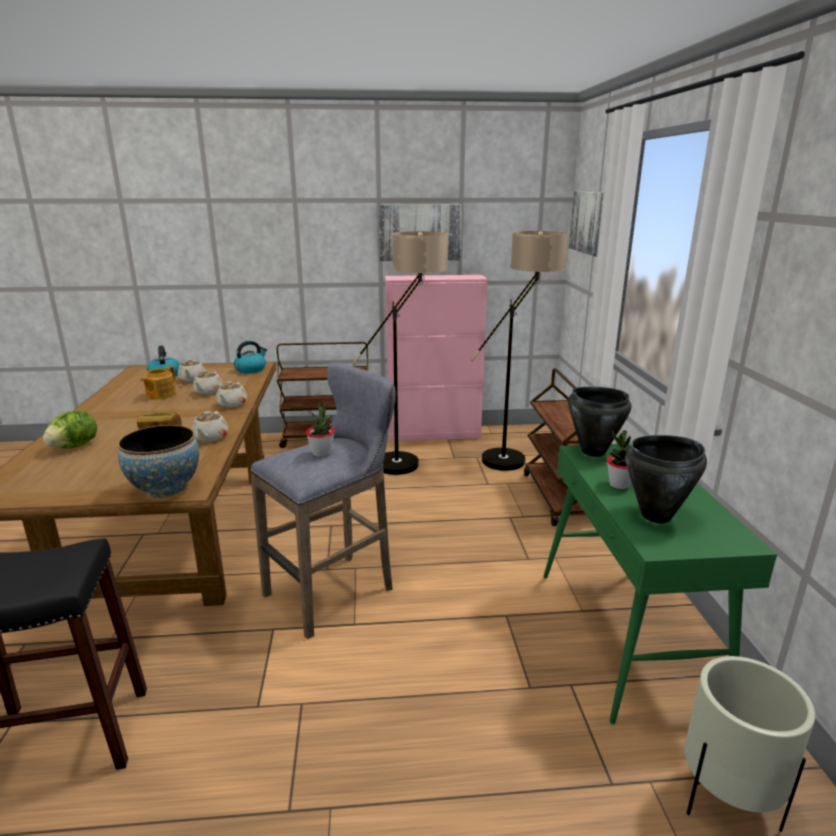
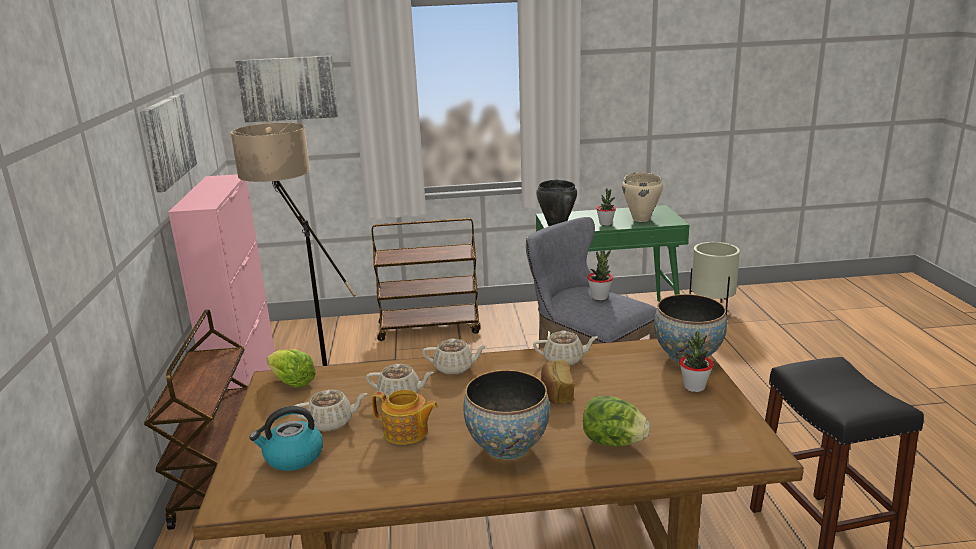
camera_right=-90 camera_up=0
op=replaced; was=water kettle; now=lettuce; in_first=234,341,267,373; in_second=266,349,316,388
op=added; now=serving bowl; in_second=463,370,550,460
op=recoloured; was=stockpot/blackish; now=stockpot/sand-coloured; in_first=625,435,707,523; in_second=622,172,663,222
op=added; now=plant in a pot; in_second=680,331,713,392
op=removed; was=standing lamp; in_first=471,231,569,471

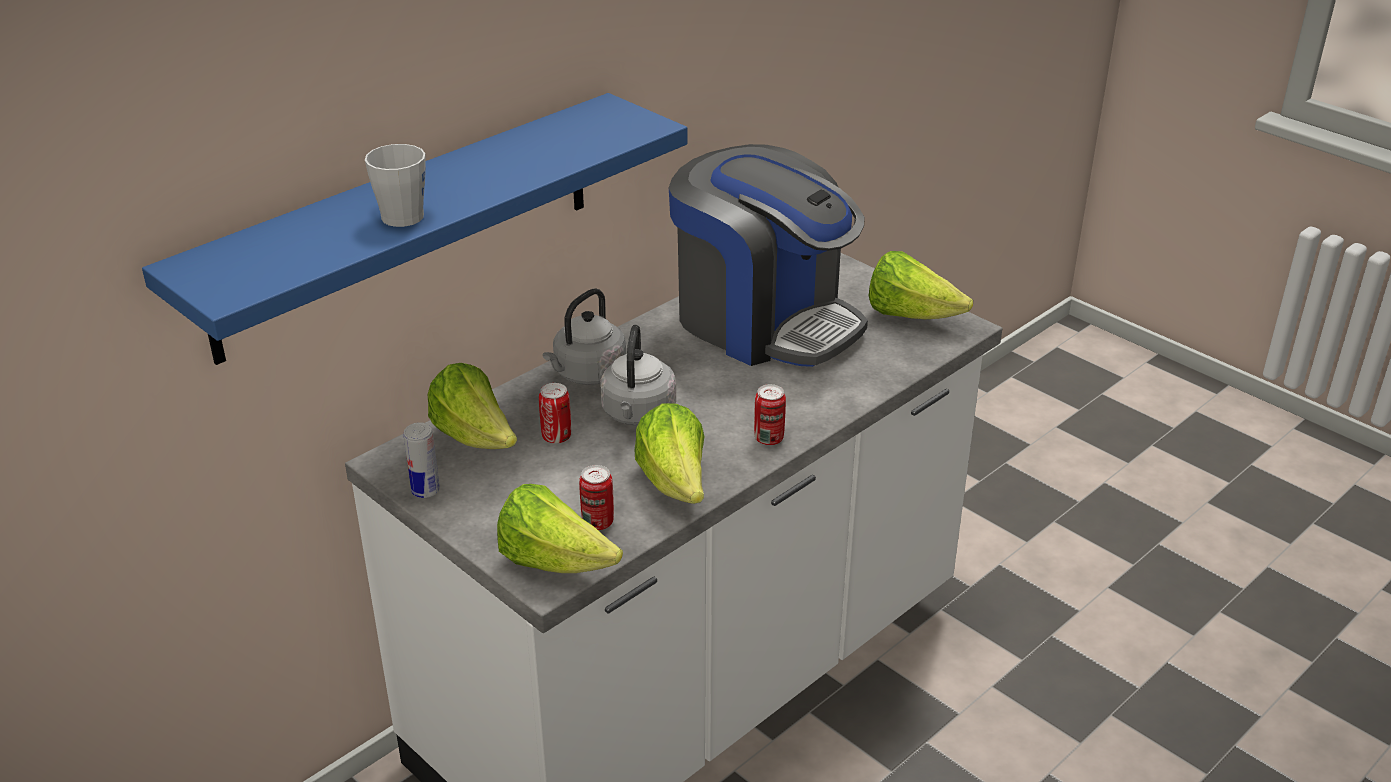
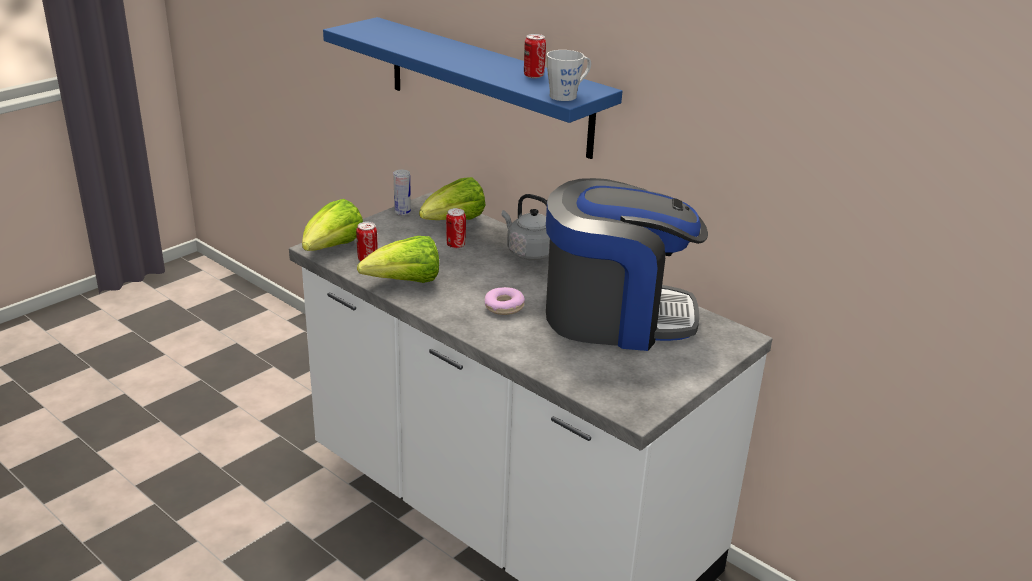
camera_right=85 camera_up=-5
op=added; now=doughnut; in_second=485,287,525,315
op=moved; was=sealed can; in_first=754,384,786,445; in_second=524,34,546,78
op=moved; was=coffee mug/grey; in_first=365,144,426,227; in_second=546,50,591,101
op=turned; was=coffee brewer; in_first=669,144,868,367; in_second=546,178,708,351; clockwise=-120
op=removed; was=water kettle/grey; in_first=600,325,676,426
op=removed; was=lettuce; in_first=869,251,973,319

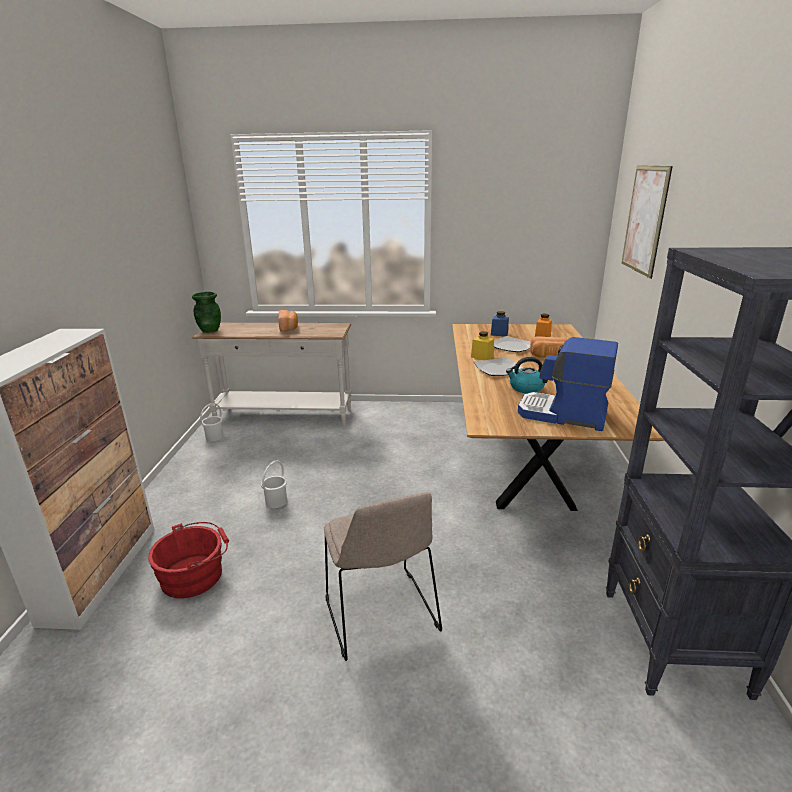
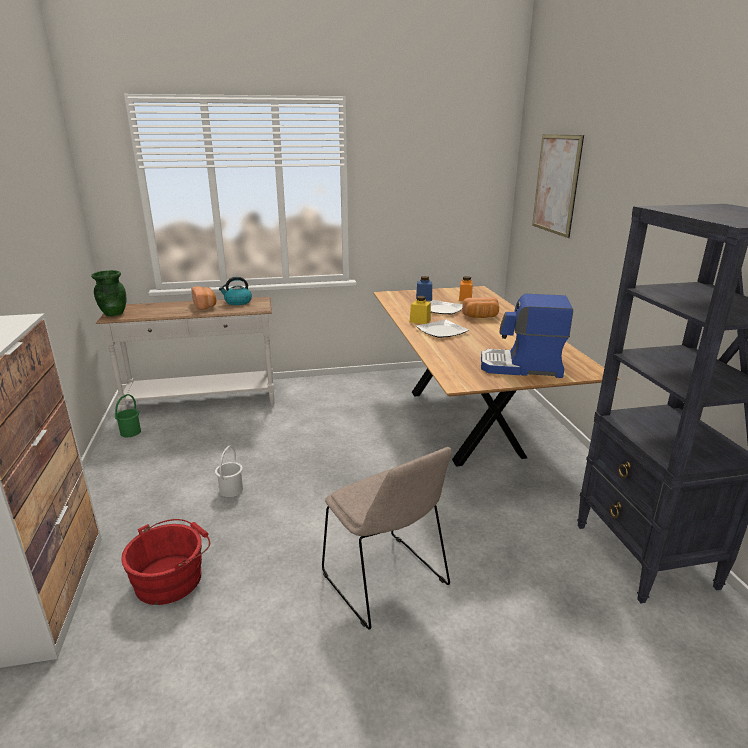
camera_right=-15 camera_up=0
op=recoloured; was=water bucket/white-coloured; now=water bucket/green; in_first=200,403,224,441; in_second=115,394,141,437
op=moved; was=water kettle; in_first=506,357,545,393; in_second=219,277,252,305

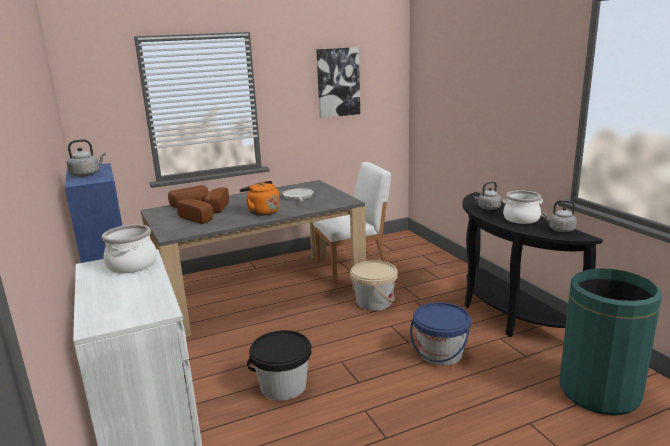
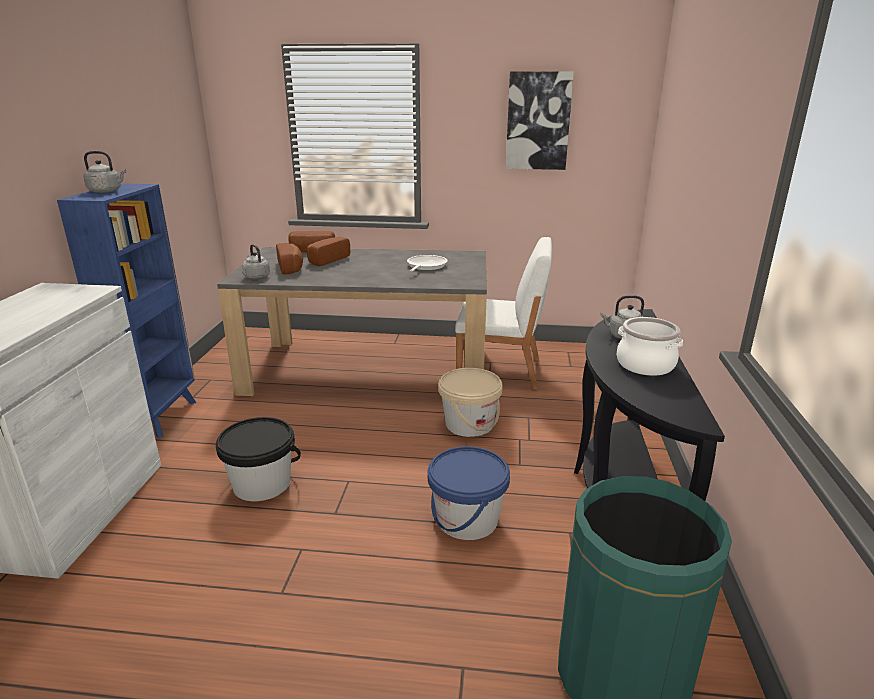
camera_right=30 camera_up=5
op=moved; was=water kettle/grey; in_first=543,200,577,232; in_second=242,244,270,279
op=removed; was=stockpot; in_first=102,224,157,273
op=removed; was=water kettle/orangey; in_first=240,181,280,216

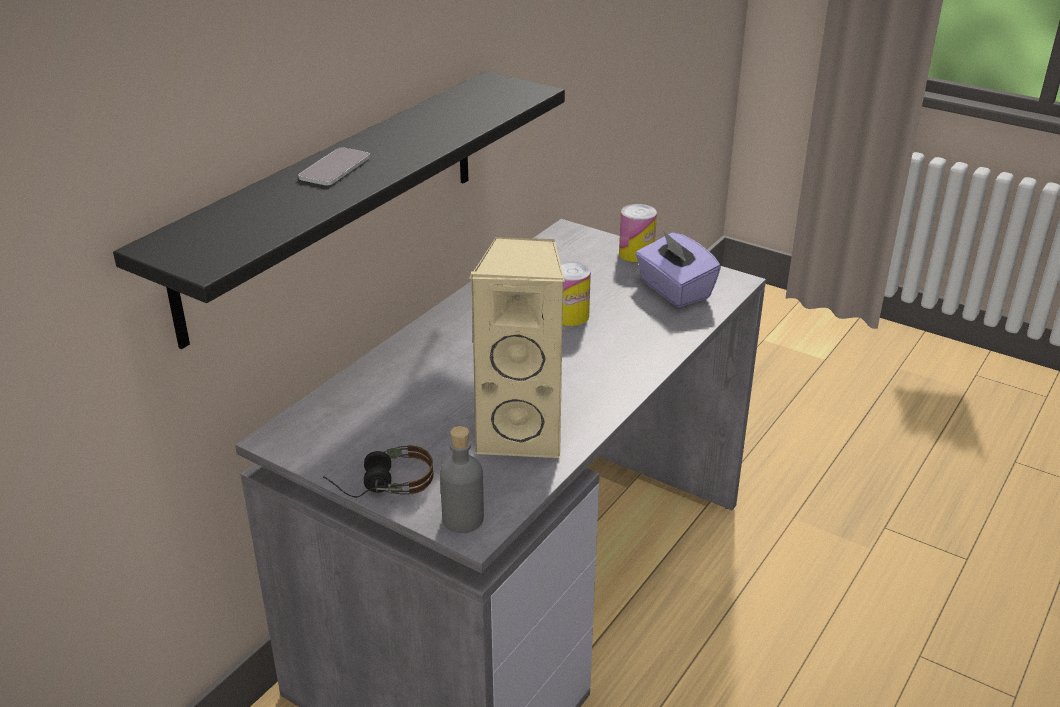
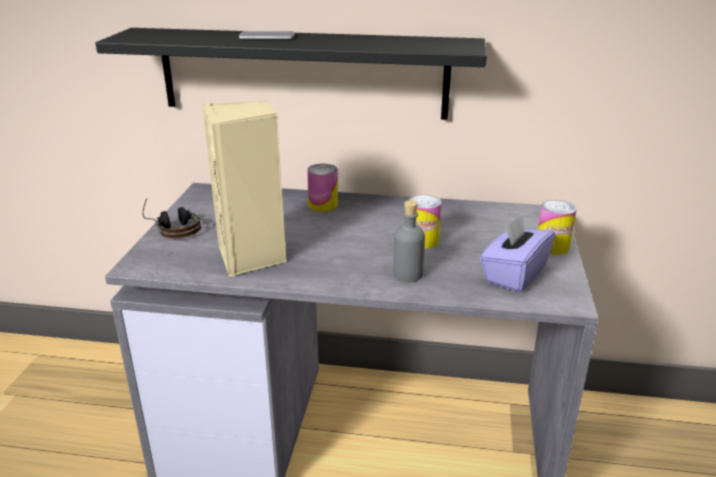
camera_right=65 camera_up=-5
op=added; now=sealed can; in_second=307,164,338,212
op=moved; was=bottle/grey; in_first=440,426,484,533; in_second=393,200,425,282

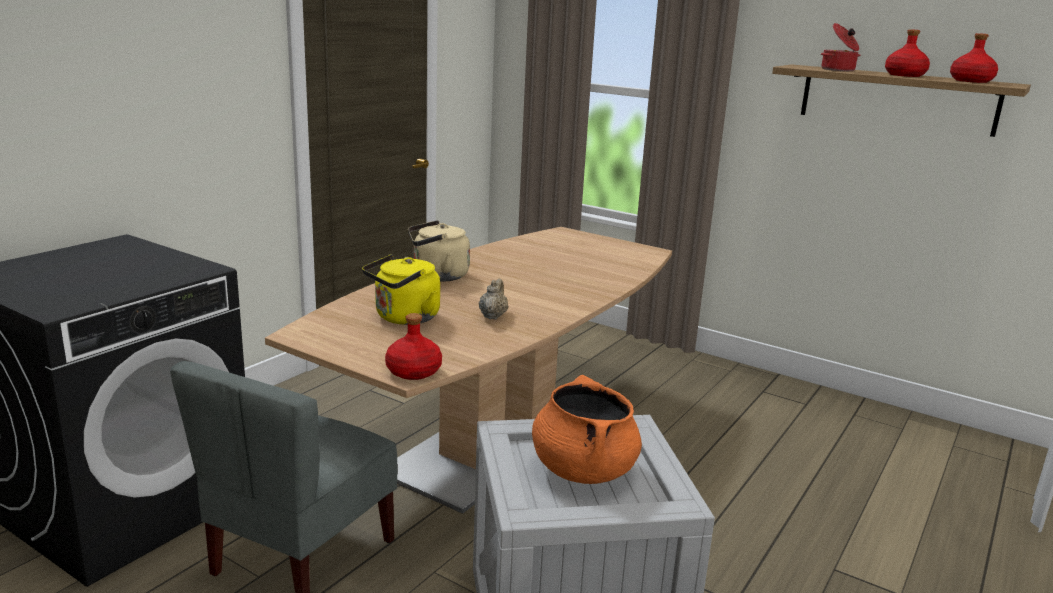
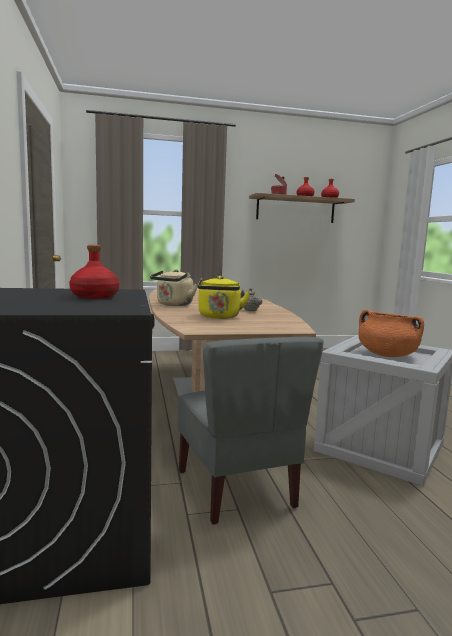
camera_right=-45 camera_up=-10
op=moved; was=bottle/reddish; in_first=385,313,442,380; in_second=69,245,119,299

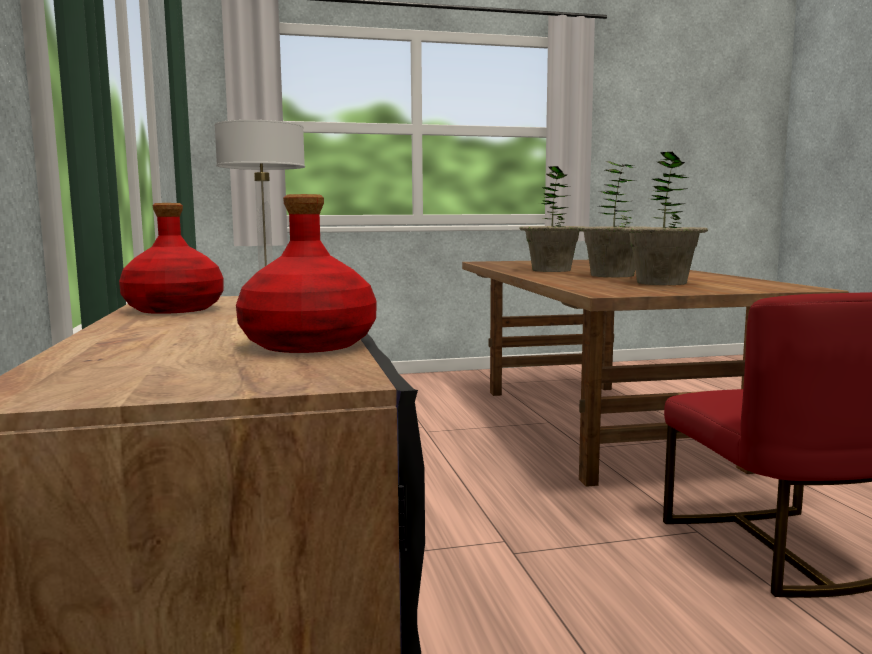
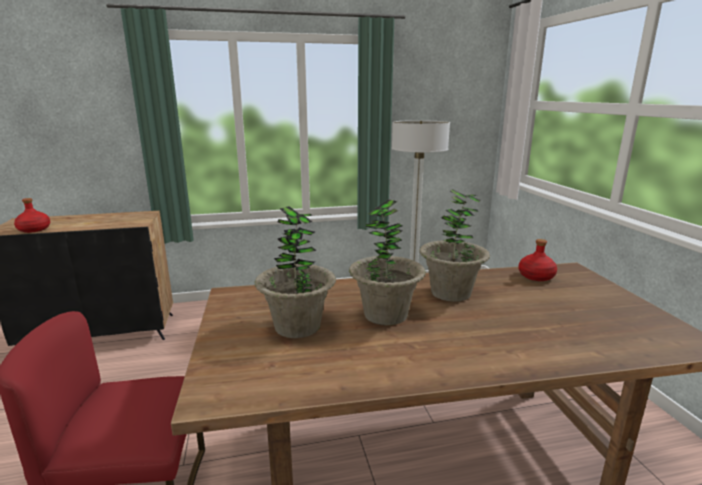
camera_right=90 camera_up=10
op=moved; was=bottle/reddish; in_first=119,203,224,314; in_second=518,239,557,281

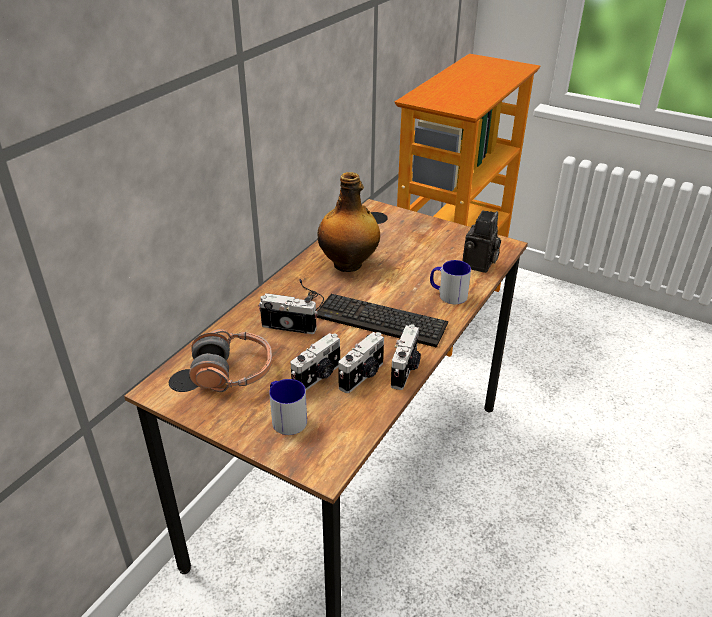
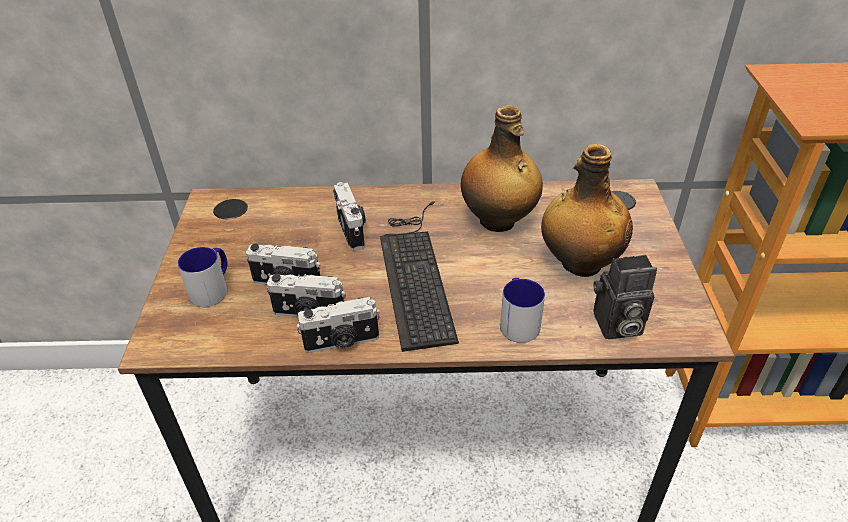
camera_right=60 camera_up=5
op=added; now=bottle; in_second=541,144,633,277
op=removed; was=headphones; in_first=189,329,272,392

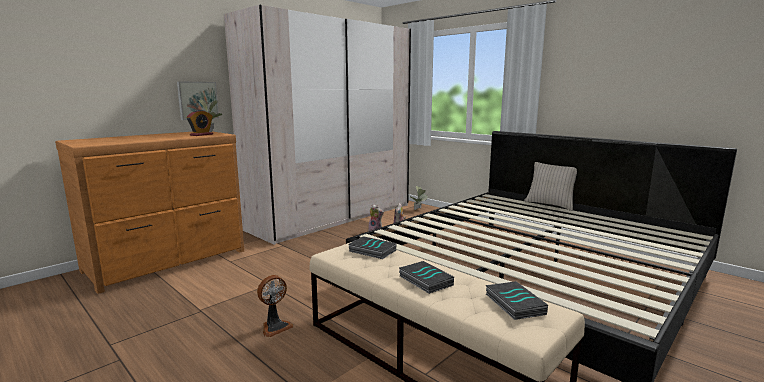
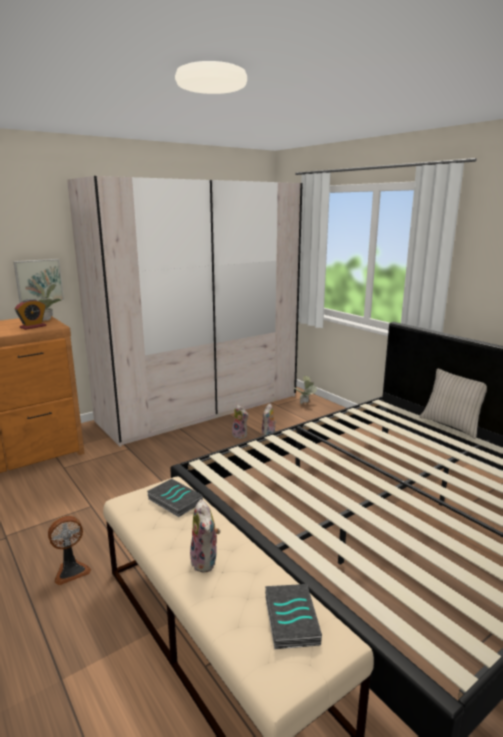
camera_right=10 camera_up=5
op=replaced; was=volume; now=cuddly toy; in_first=399,261,454,294; in_second=190,499,220,573

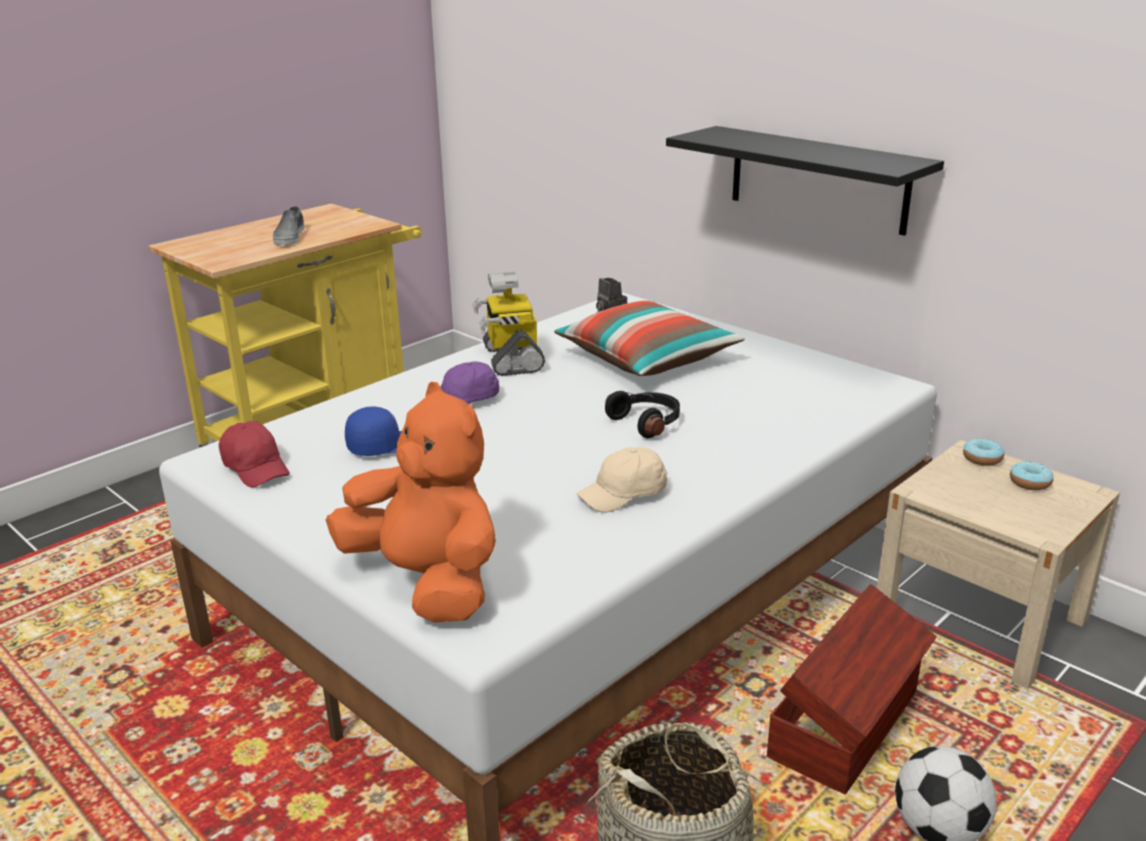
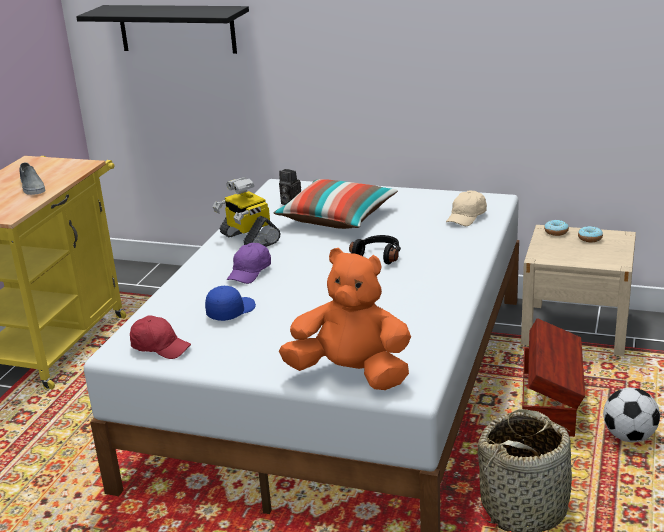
camera_right=-25 camera_up=0
op=moved; was=wall shelf/blackish; in_first=666,126,944,236; in_second=76,5,249,54
op=moved; was=cap/sand-coloured; in_first=576,447,667,513; in_second=446,191,487,226

